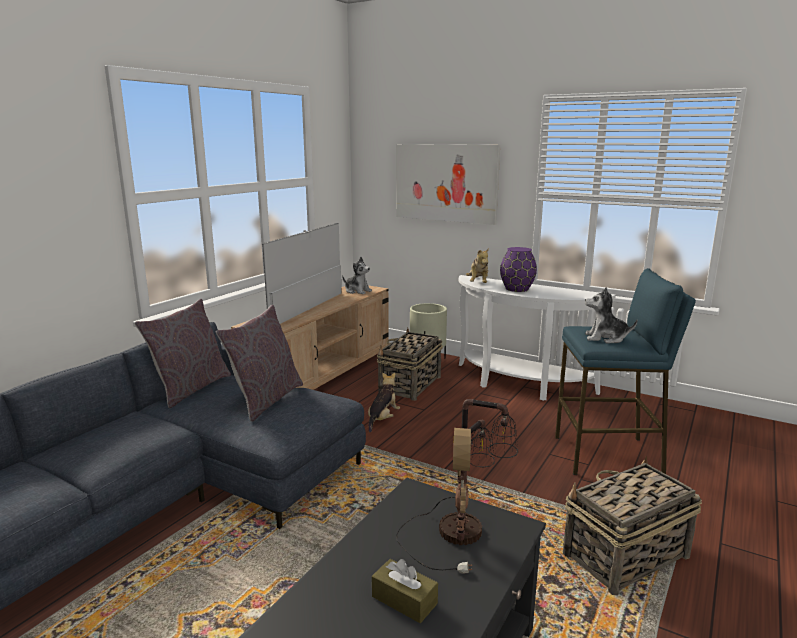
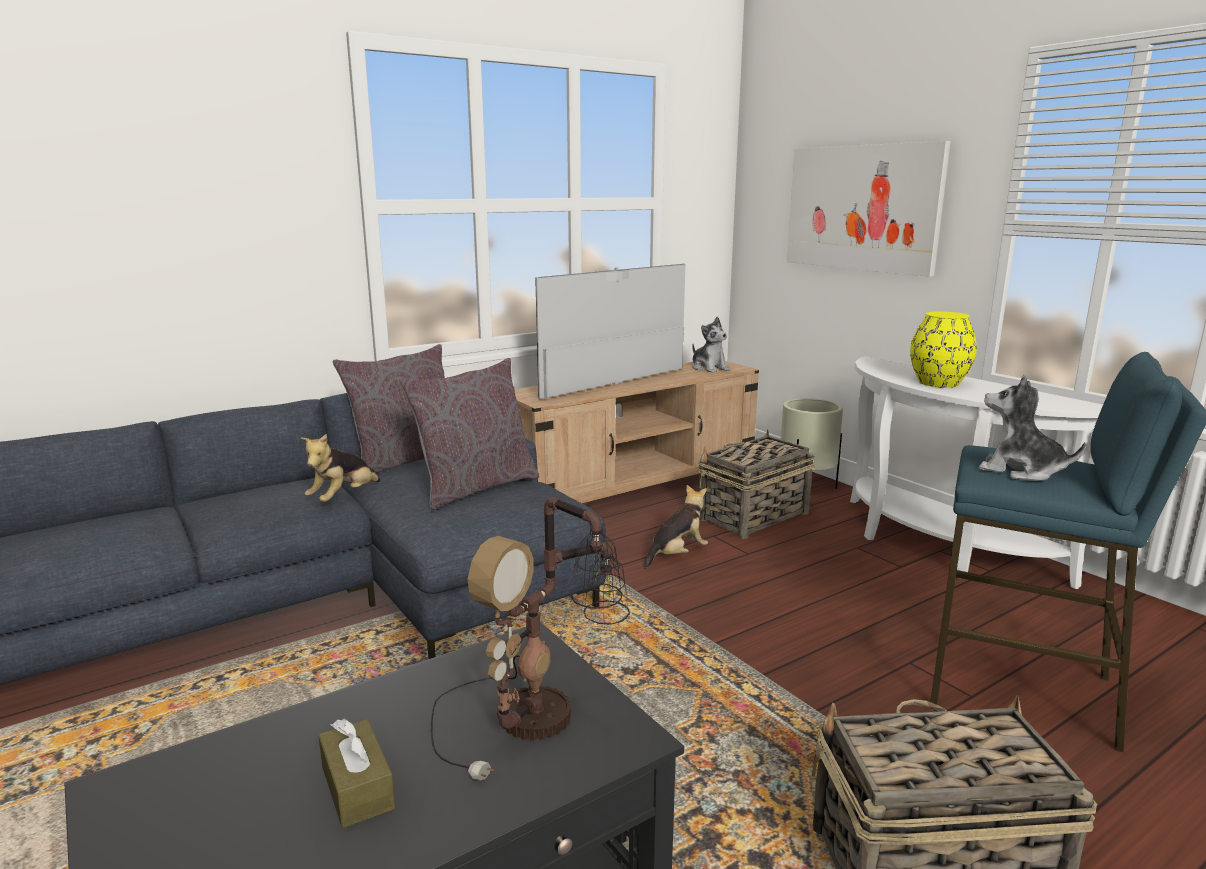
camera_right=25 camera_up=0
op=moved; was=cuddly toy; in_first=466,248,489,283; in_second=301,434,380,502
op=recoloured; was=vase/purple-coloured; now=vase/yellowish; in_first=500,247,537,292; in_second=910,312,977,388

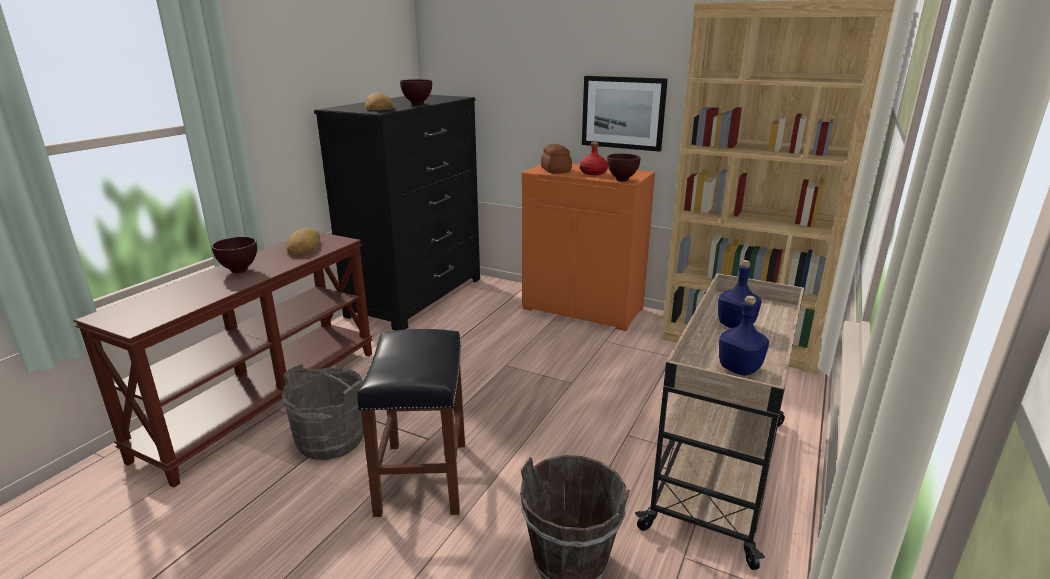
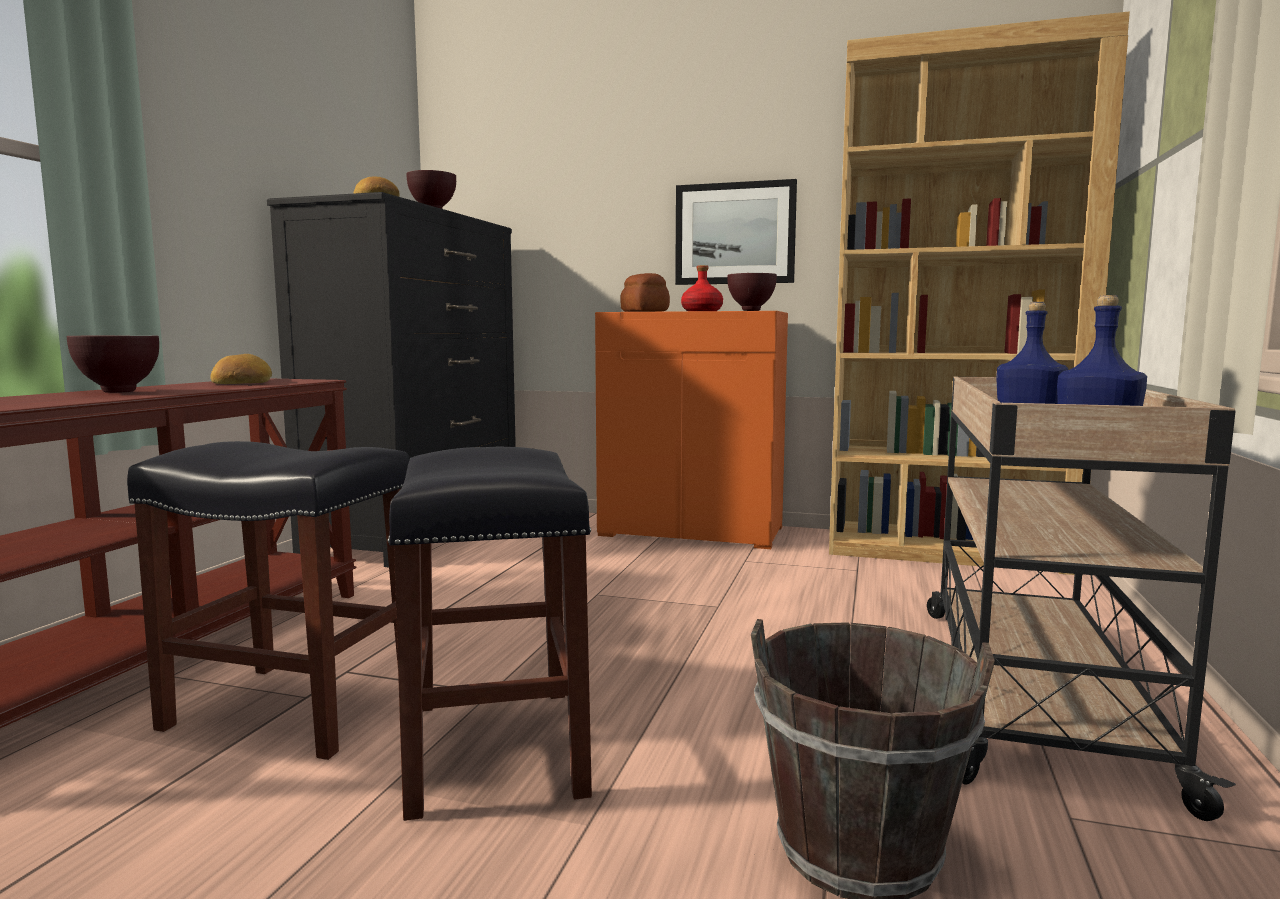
camera_right=-10 camera_up=-15
op=replaced; was=water bucket/grey; now=stool seat/blackish; in_first=281,364,364,460; in_second=127,441,410,760

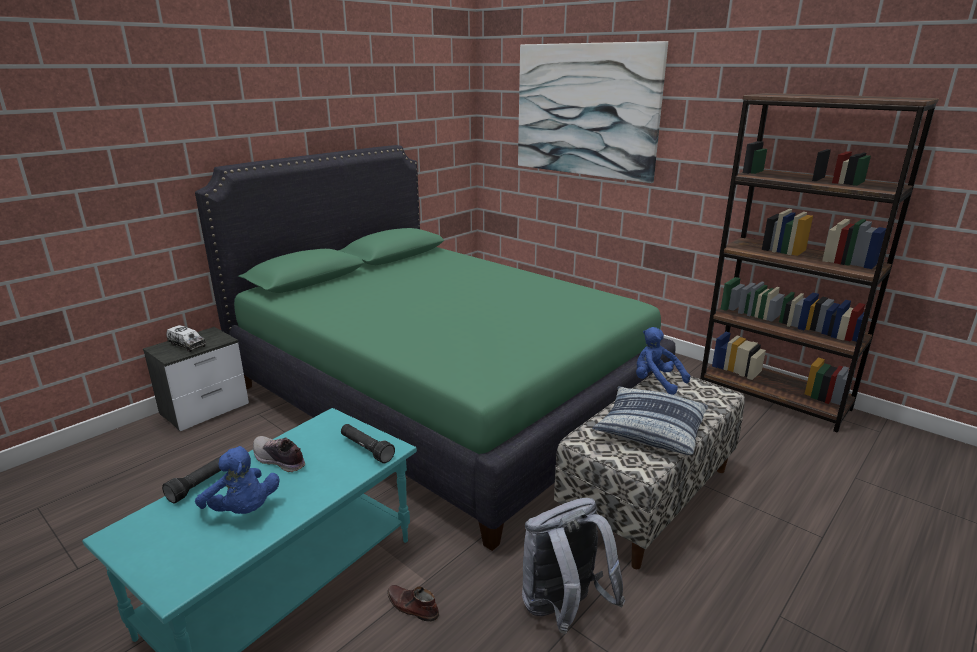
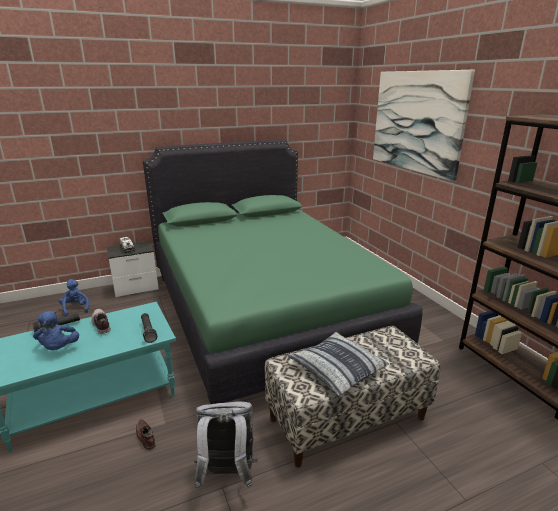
camera_right=25 camera_up=0
op=moved; was=cuddly toy/blue; in_first=636,327,690,395; in_second=59,279,89,316

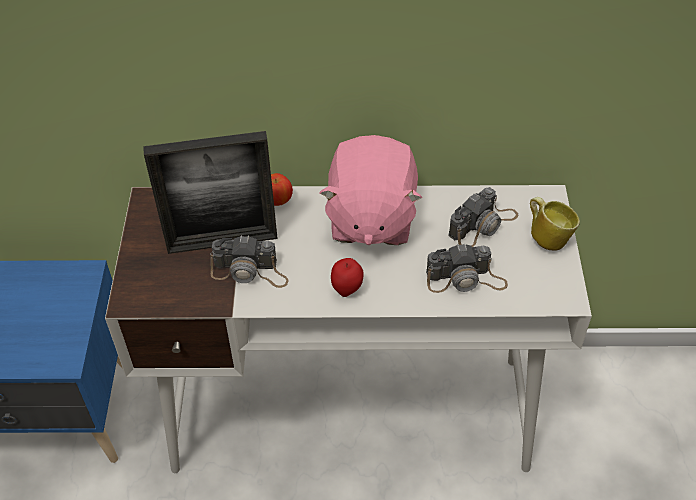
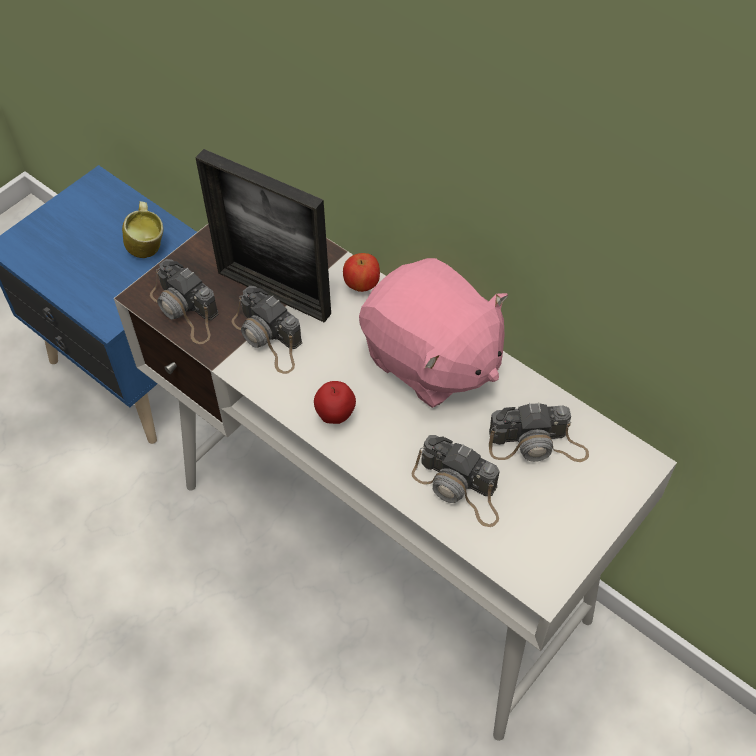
camera_right=40 camera_up=5
op=moved; was=coffee mug; in_first=530,197,580,251; in_second=122,201,163,258
op=added; now=photo camera; in_second=150,259,219,344
op=turned; was=cuddly toy/pinkish; in_first=319,135,422,245; in_second=359,258,508,408; clockwise=-90

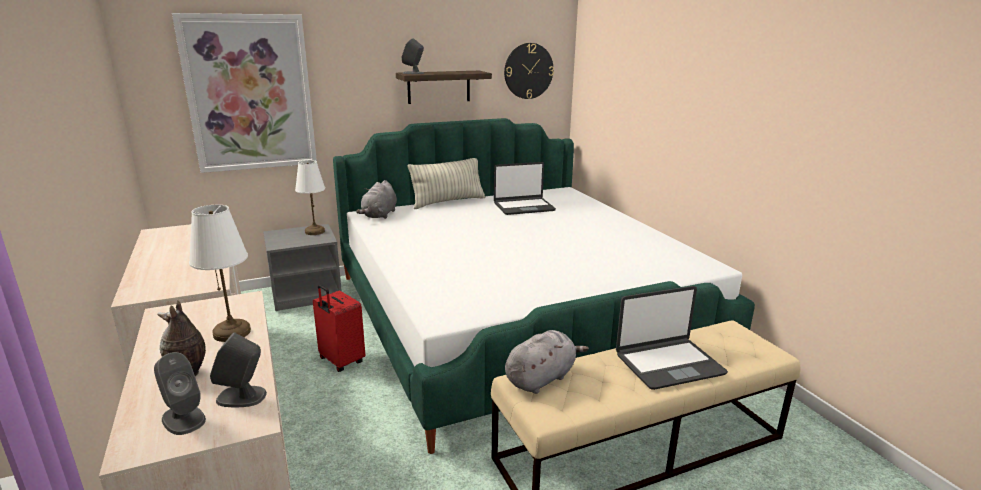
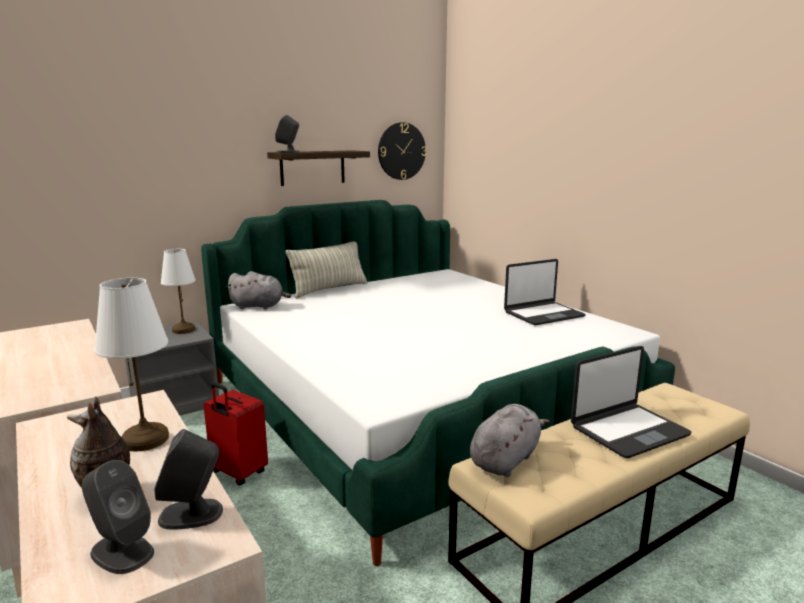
camera_right=-10 camera_up=-5
op=turned; was=cuddly toy/grey; in_first=356,180,397,219; in_second=226,271,291,309; clockwise=-90
op=moved; was=portable computer; in_first=494,162,556,215; in_second=504,259,586,325
op=removed; was=picture; in_first=172,13,317,173

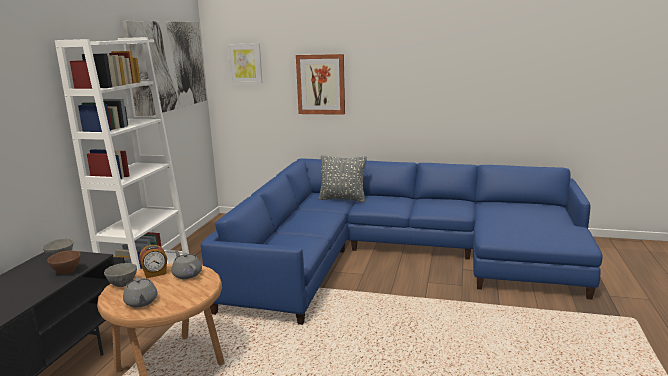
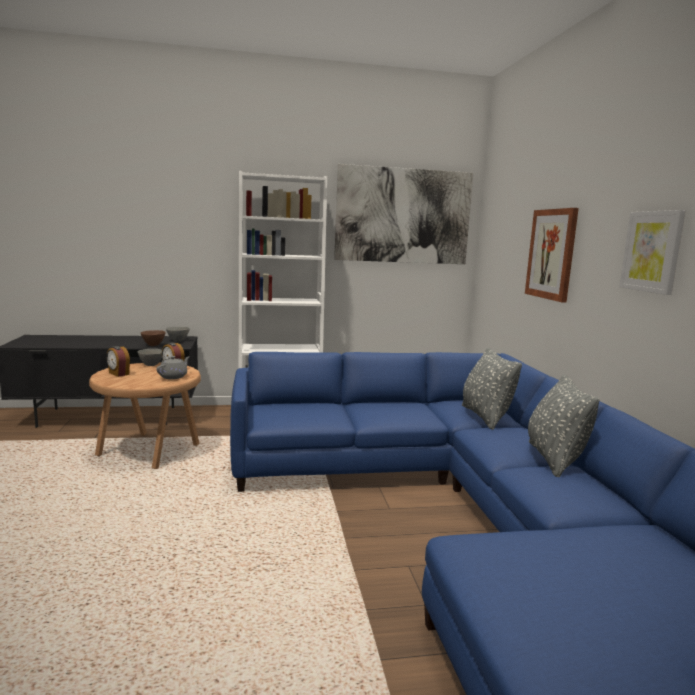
camera_right=65 camera_up=-5
op=replaced; was=pot for tea/grey; now=bedside clock; in_first=123,277,157,307; in_second=107,346,130,377
op=added; now=cushion/grey; in_second=528,375,599,477
op=moved; was=picture; in_first=228,43,263,83; in_second=619,210,686,295

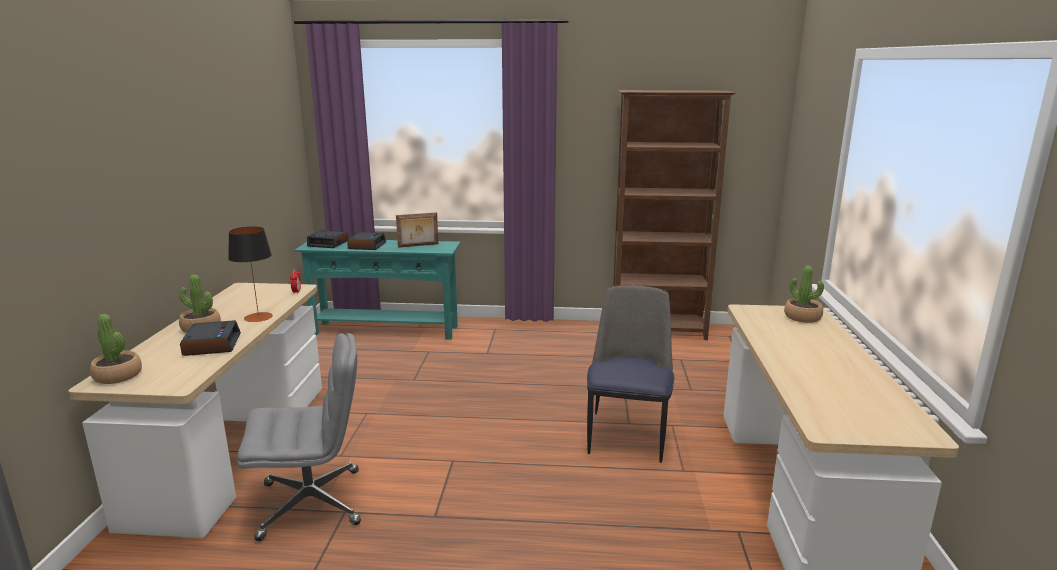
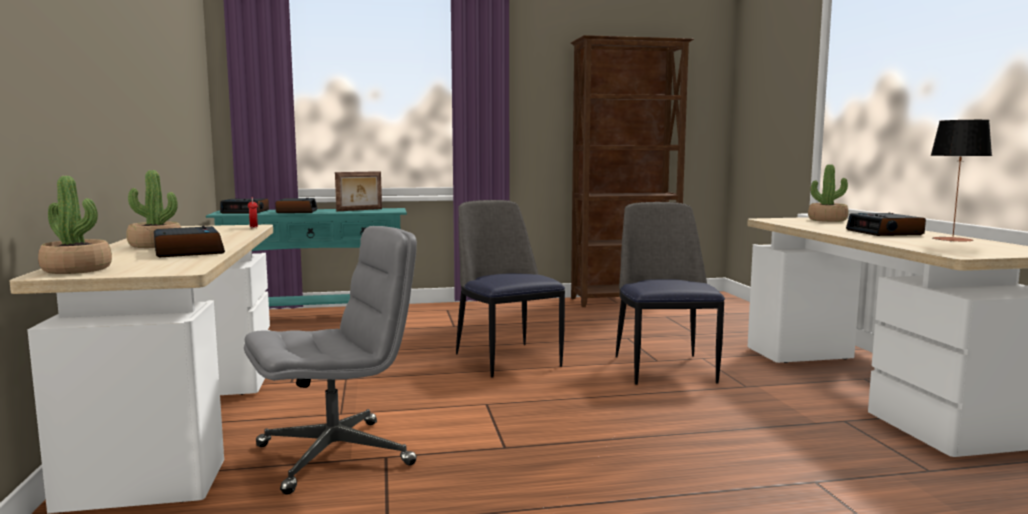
camera_right=-15 camera_up=-10
op=added; now=chair; in_second=456,200,565,378
op=added; now=bedside clock; in_second=846,212,926,236
op=moved; was=table lamp; in_first=228,227,273,322; in_second=930,120,992,241

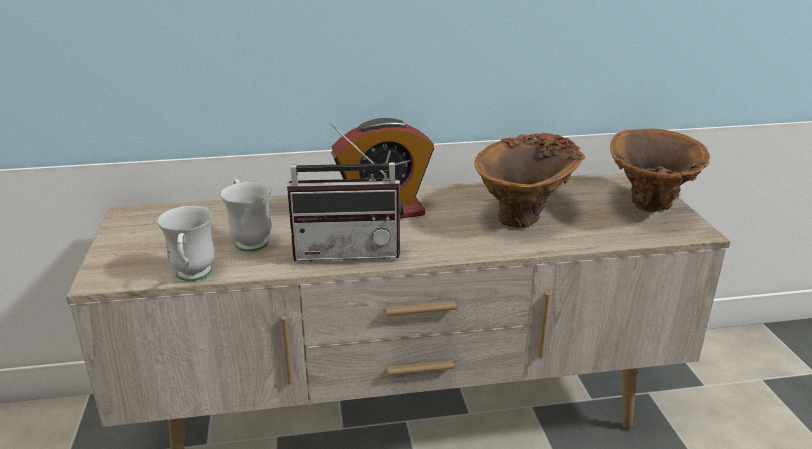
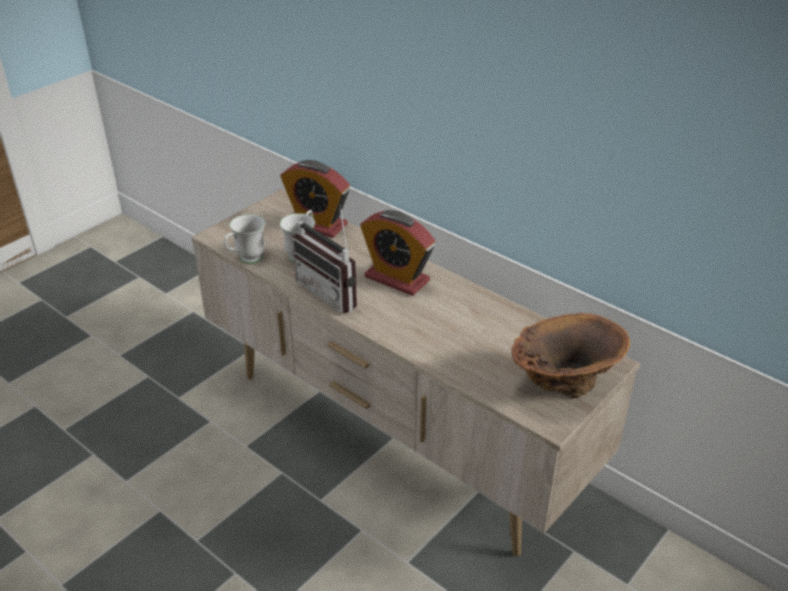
camera_right=50 camera_up=10
op=added; now=bedside clock; in_second=280,160,350,238
op=removed; was=vase/brown-coloured; in_first=474,133,585,228

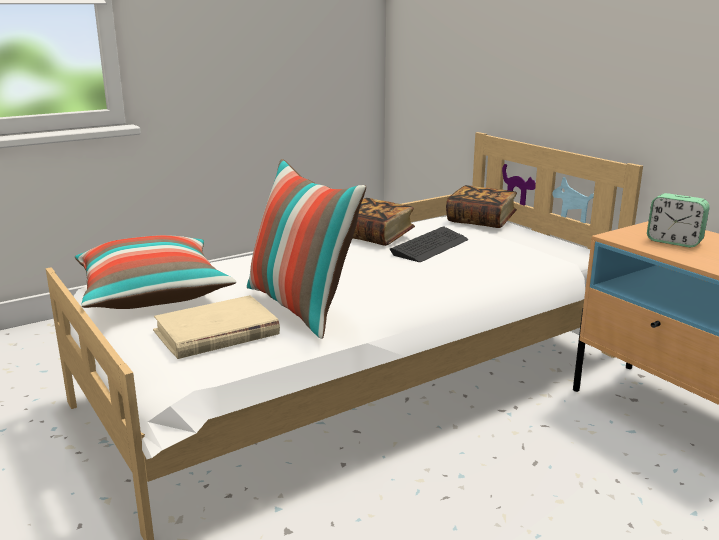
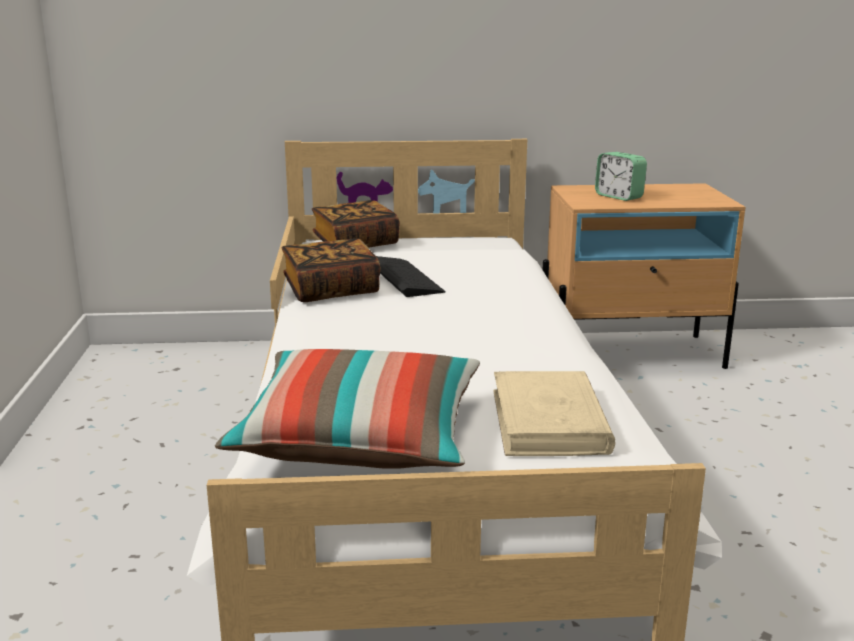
camera_right=-60 camera_up=0
op=turned; was=bedside clock; in_first=647,193,710,248; in_second=595,152,647,201; clockwise=75
op=removed; was=cushion; in_first=247,159,366,339

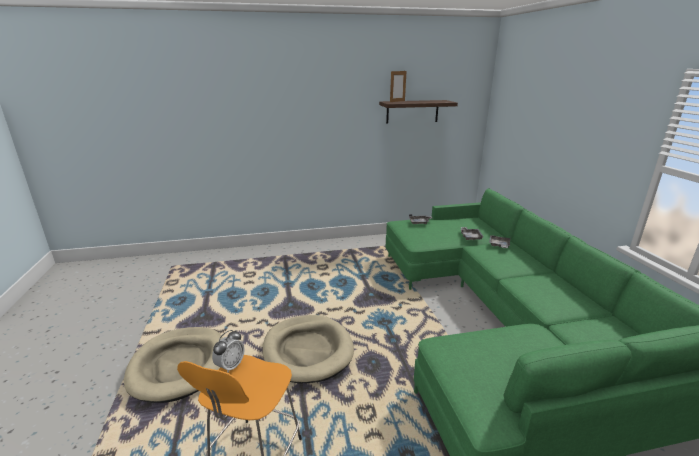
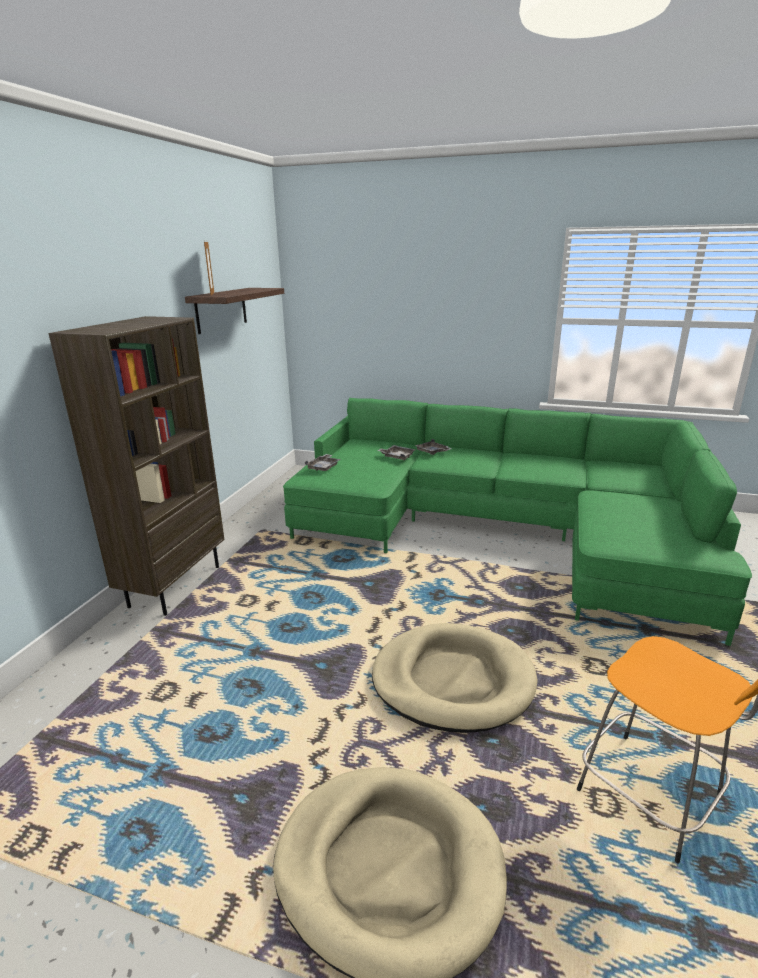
camera_right=-60 camera_up=0
op=added; now=bookcase/brown-coloured; in_second=48,316,225,616
op=removed; was=bedside clock; in_first=212,330,245,373

